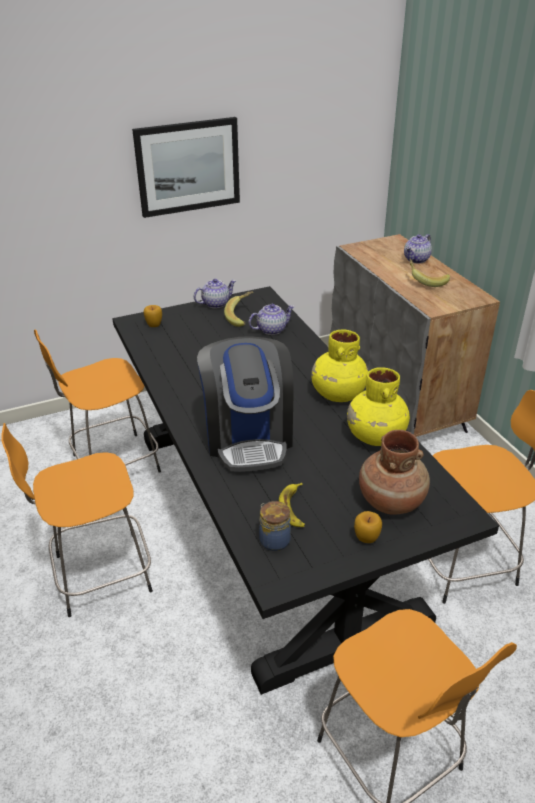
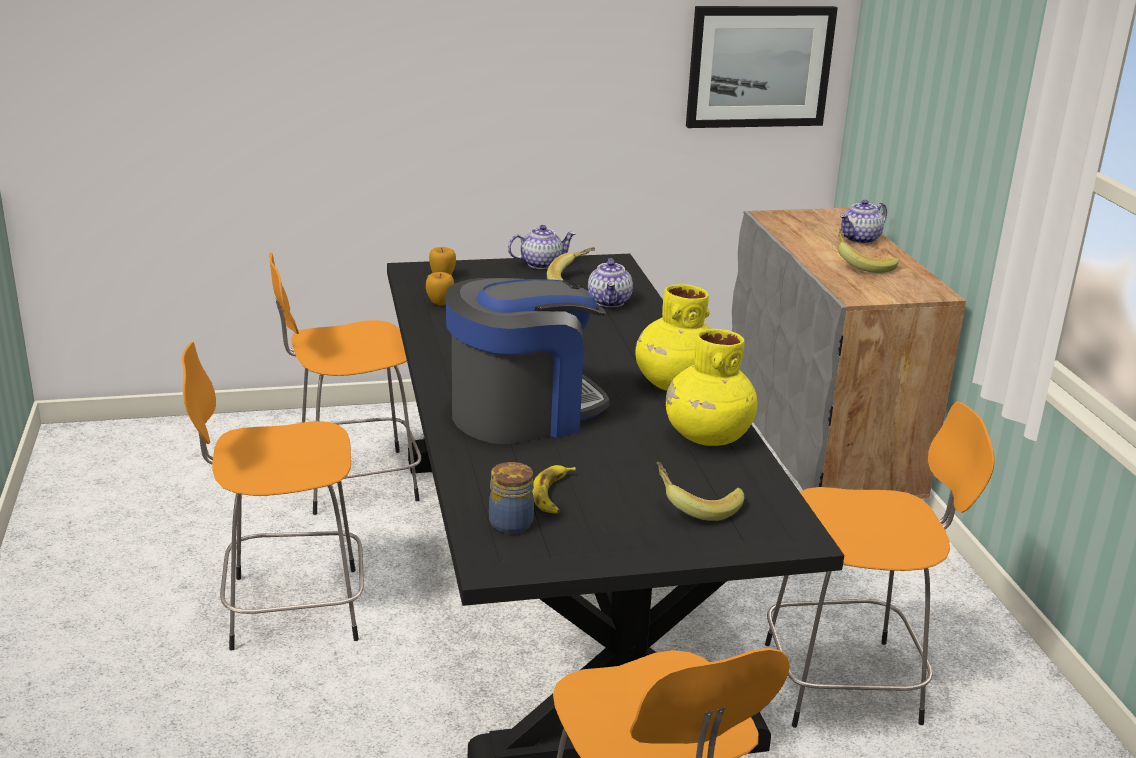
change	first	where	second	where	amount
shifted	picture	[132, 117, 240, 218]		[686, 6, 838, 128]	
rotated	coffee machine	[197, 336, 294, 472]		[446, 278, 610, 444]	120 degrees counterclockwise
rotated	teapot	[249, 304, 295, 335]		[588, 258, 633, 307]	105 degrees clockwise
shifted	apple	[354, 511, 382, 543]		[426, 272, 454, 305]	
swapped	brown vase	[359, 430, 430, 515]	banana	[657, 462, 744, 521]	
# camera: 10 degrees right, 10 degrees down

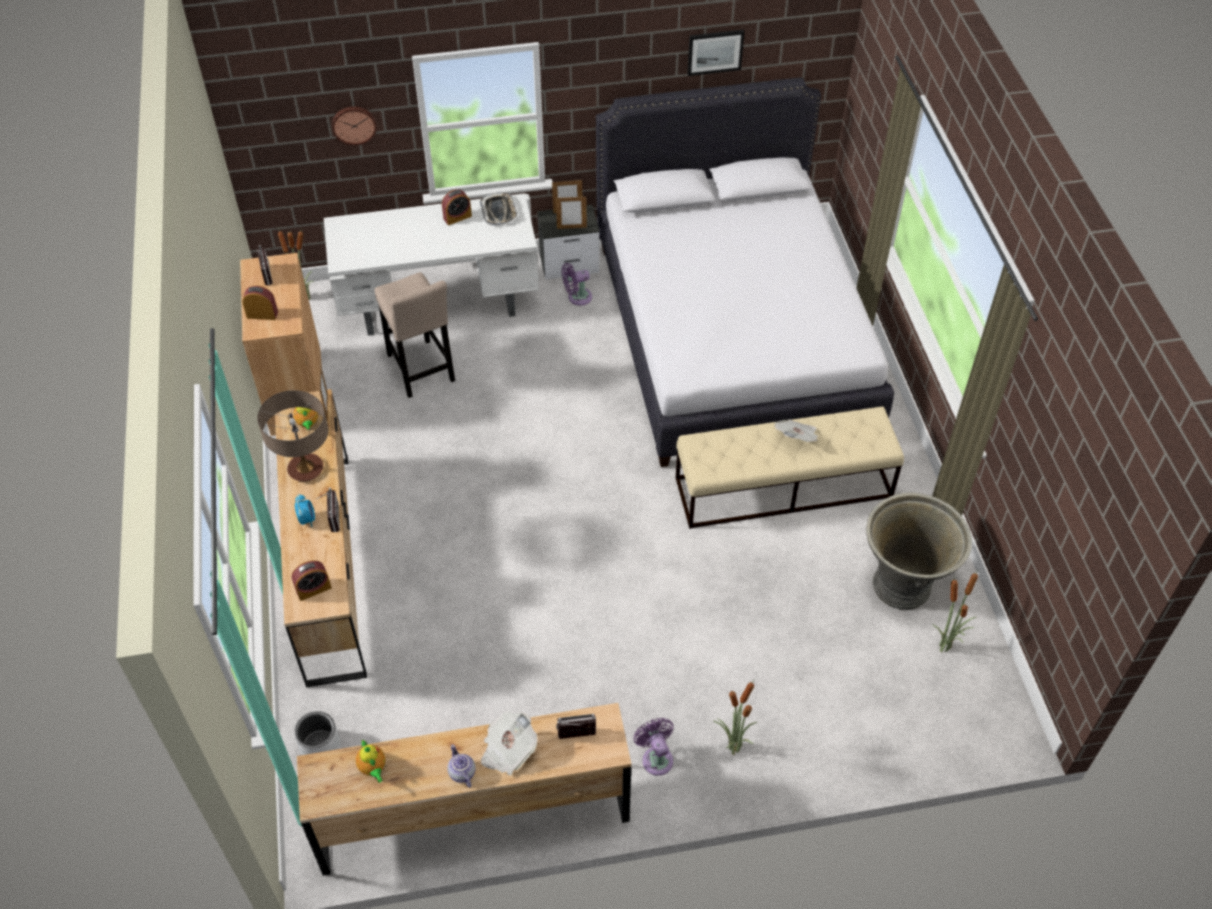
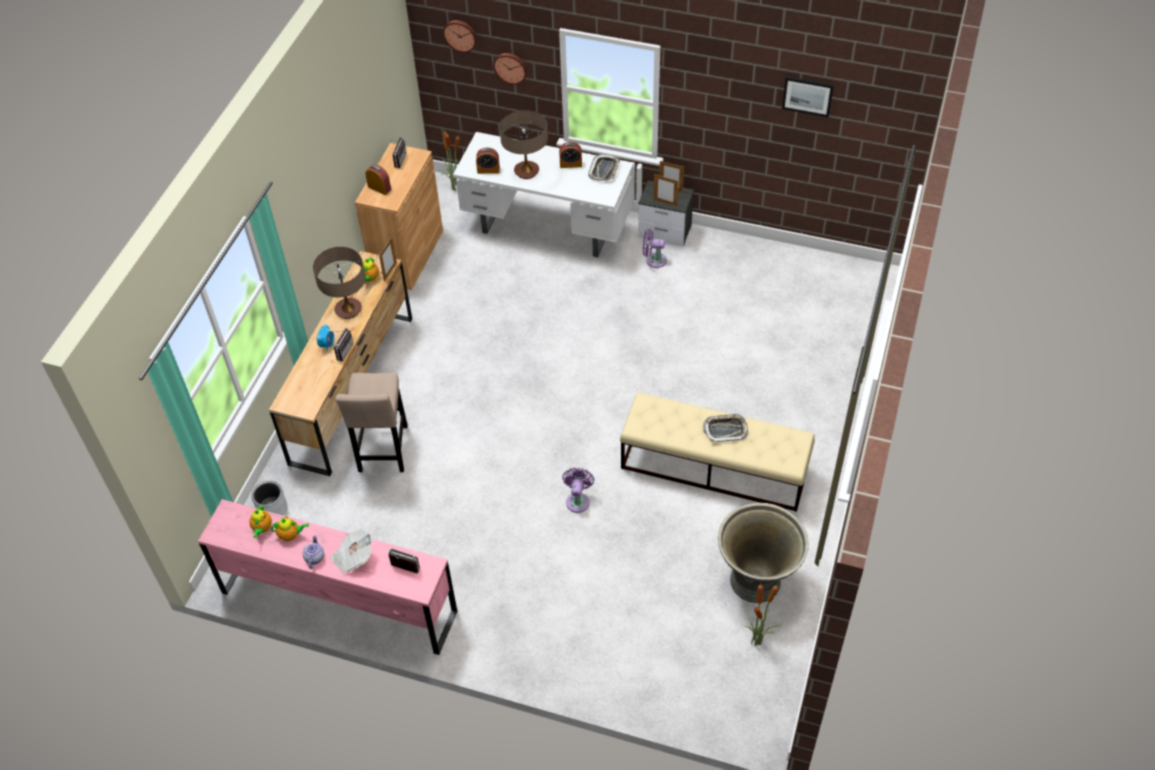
change	first	where	second	where	amount
shifted	alarm clock	[292, 560, 332, 601]		[476, 147, 500, 174]	
repainted	brown dresser	[297, 703, 631, 876]	pink dresser	[198, 499, 458, 655]	
shifted	beige stool	[375, 272, 455, 398]		[335, 373, 408, 472]	
gone	white bed	[596, 77, 894, 467]			
shifted	purple fan	[634, 718, 674, 776]		[562, 468, 594, 513]	
gone	potted plant	[713, 680, 757, 755]			
swapped	newspaper	[774, 419, 818, 442]	tray	[703, 414, 748, 442]	
new			teapot	[271, 517, 309, 541]	
new			wall clock	[443, 20, 477, 53]	
new			table lamp	[500, 111, 548, 179]	
# camera: 30 degrees right, 0 degrees up

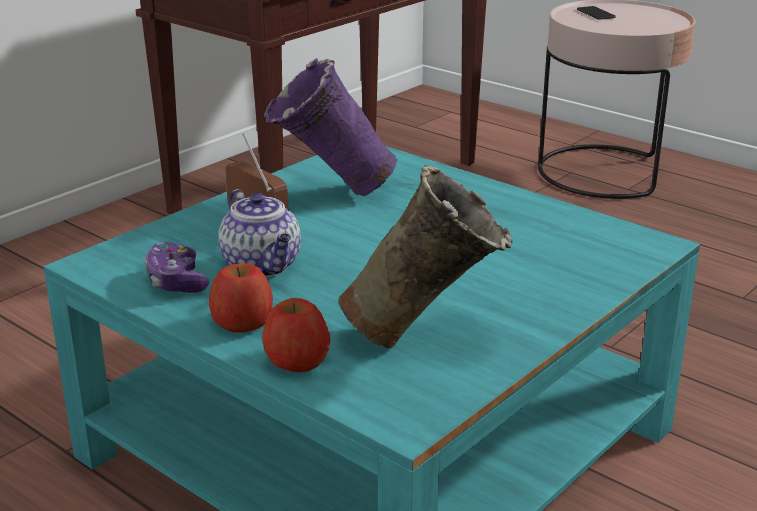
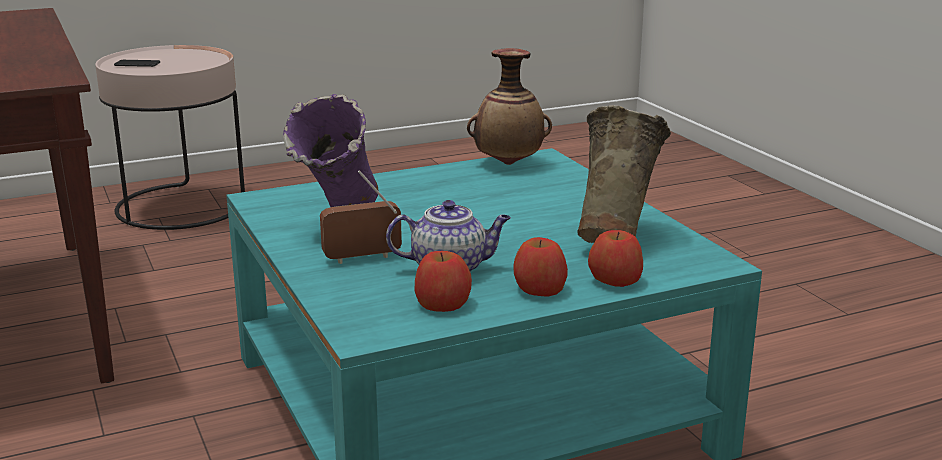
change	first	where	second	where	amount
swapped	game controller	[144, 242, 209, 293]	apple	[415, 251, 472, 312]	
new			vase	[467, 48, 552, 165]	
# camera: 65 degrees left, 5 degrees down

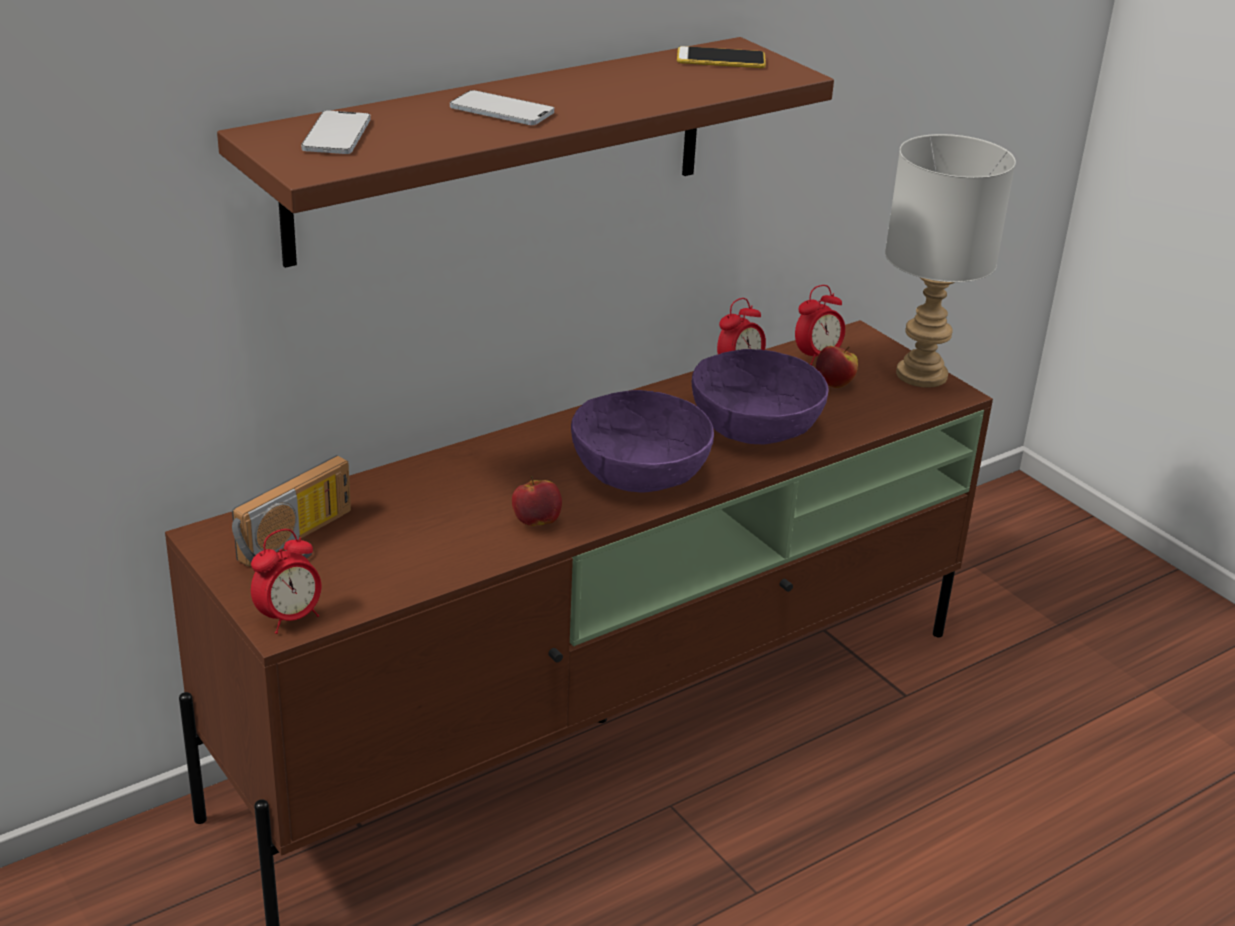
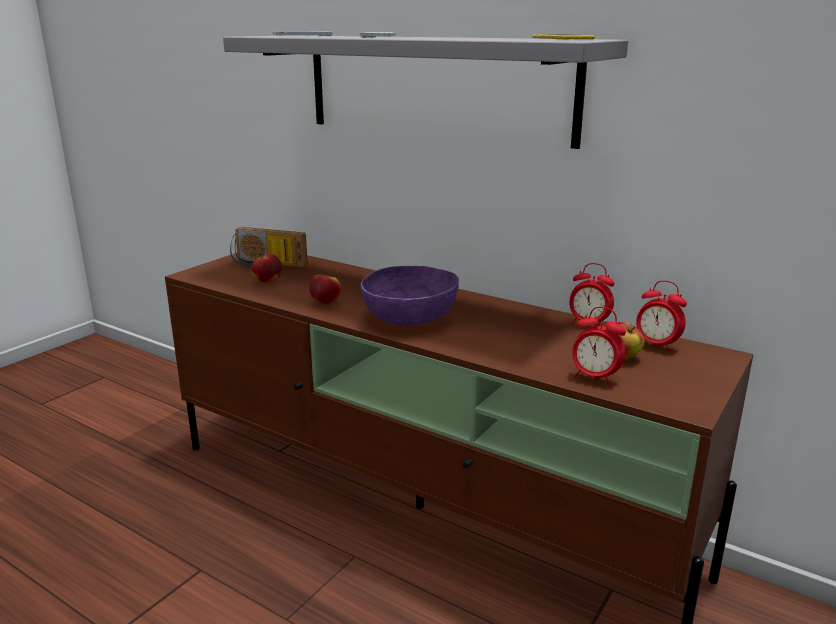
change	first	where	second	where	amount
repainted	brown shelf	[217, 37, 834, 268]	grey shelf	[223, 35, 628, 149]	
shifted	alarm clock	[251, 529, 321, 634]		[572, 307, 626, 386]	
gone	purple bowl	[692, 349, 828, 444]			
gone	grey table lamp	[885, 134, 1016, 388]			
new			apple	[251, 253, 282, 283]	
# camera: 70 degrees right, 10 degrees down

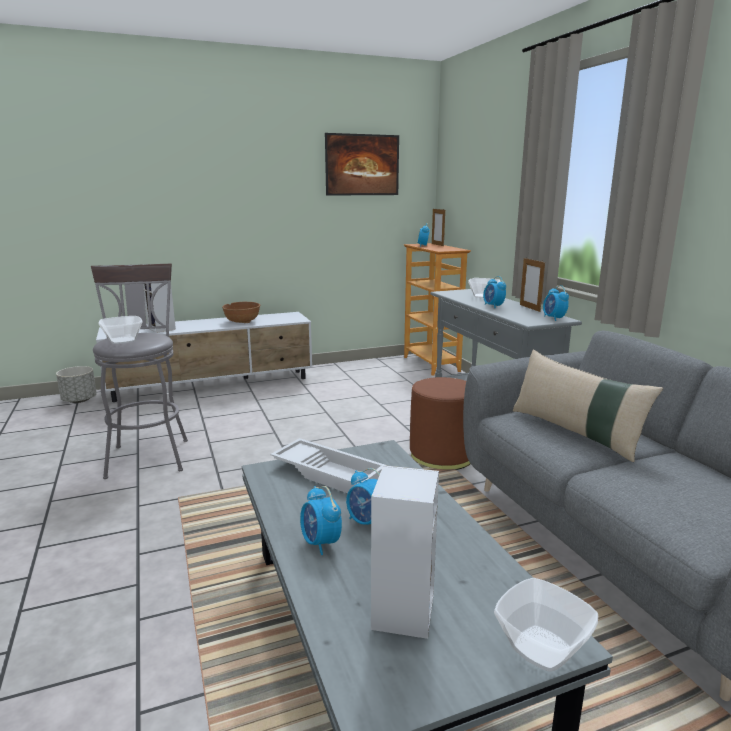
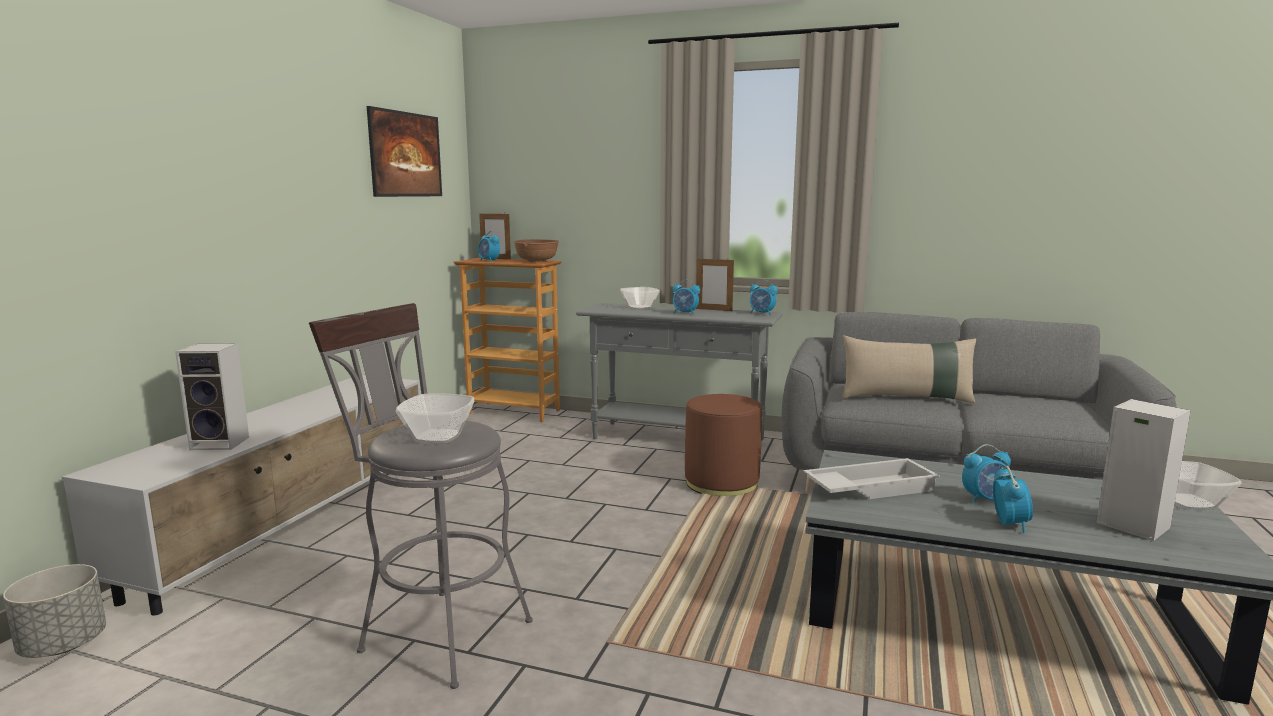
change	first	where	second	where	amount
shifted	brown bowl	[222, 302, 260, 323]		[514, 239, 559, 262]	
rotated	alarm clock	[300, 486, 342, 555]		[993, 466, 1033, 533]	90 degrees counterclockwise
# camera: 50 degrees left, 5 degrees down

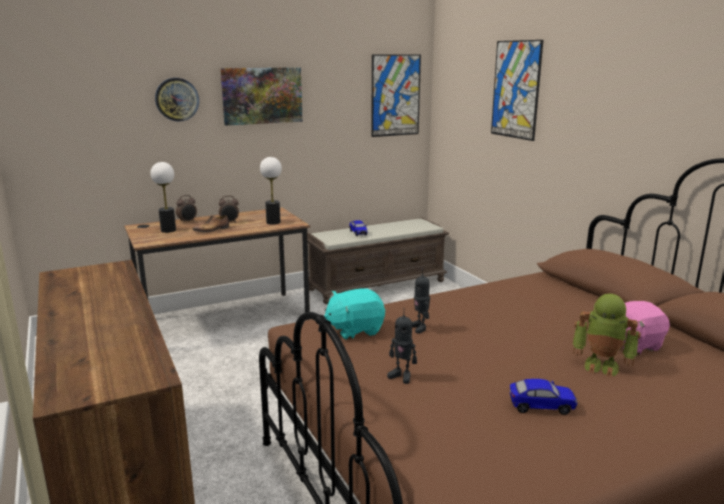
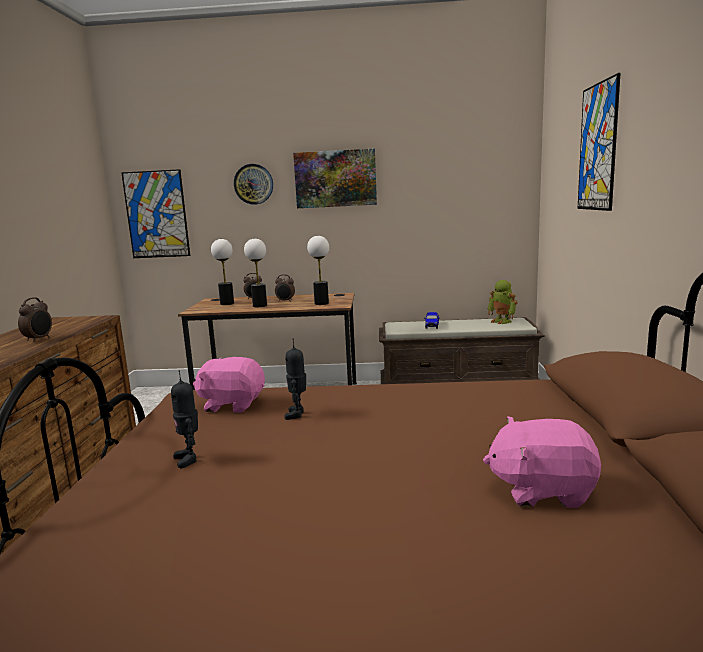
change	first	where	second	where	amount
swapped	shoe	[193, 215, 229, 232]	table lamp	[244, 239, 267, 307]	
repainted	turquoise plush toy	[324, 288, 385, 340]	pink plush toy	[193, 357, 265, 413]	
shifted	picture	[371, 55, 421, 137]		[121, 169, 190, 258]	
gone	toy car	[510, 379, 577, 415]			
shifted	toy robot	[573, 294, 641, 377]		[488, 280, 518, 324]	
new			alarm clock	[18, 297, 52, 342]	
# camera: 30 degrees right, 5 degrees down

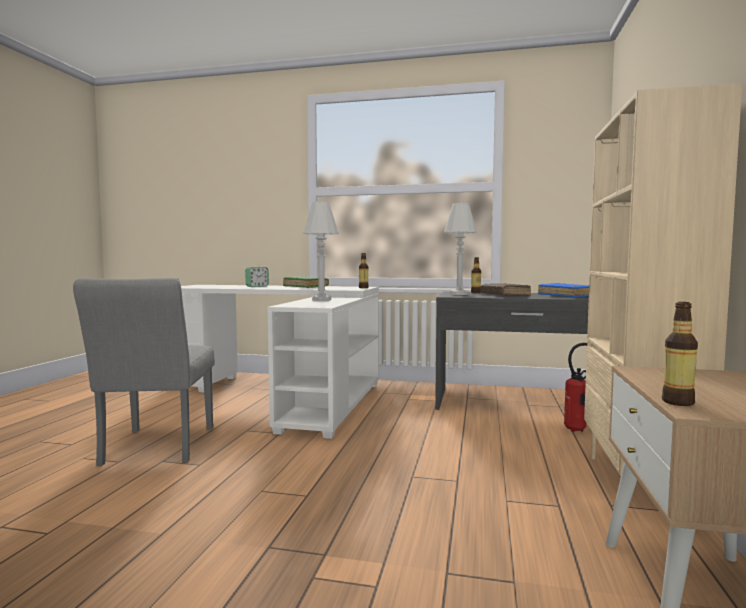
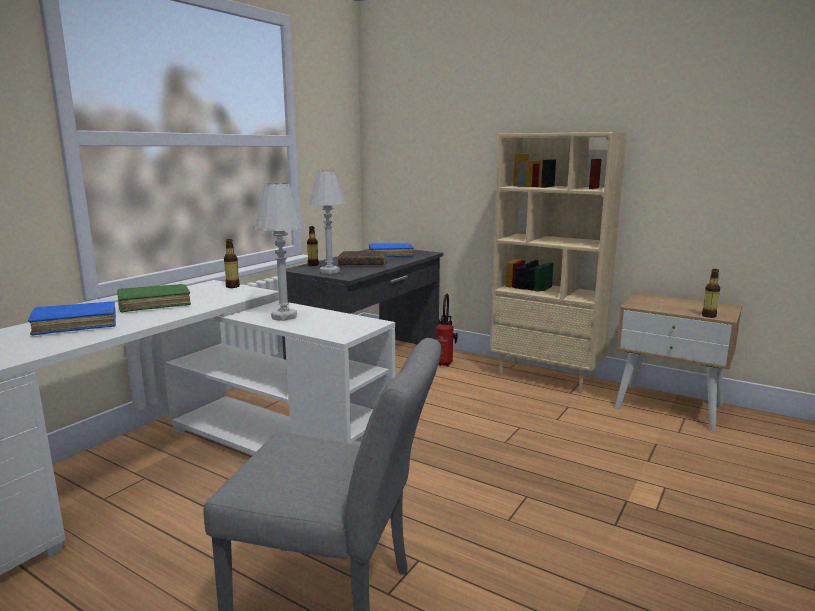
change	first	where	second	where	amount
swapped	alarm clock	[245, 267, 269, 287]	blue book	[28, 301, 116, 336]	
# camera: 70 degrees left, 10 degrees up

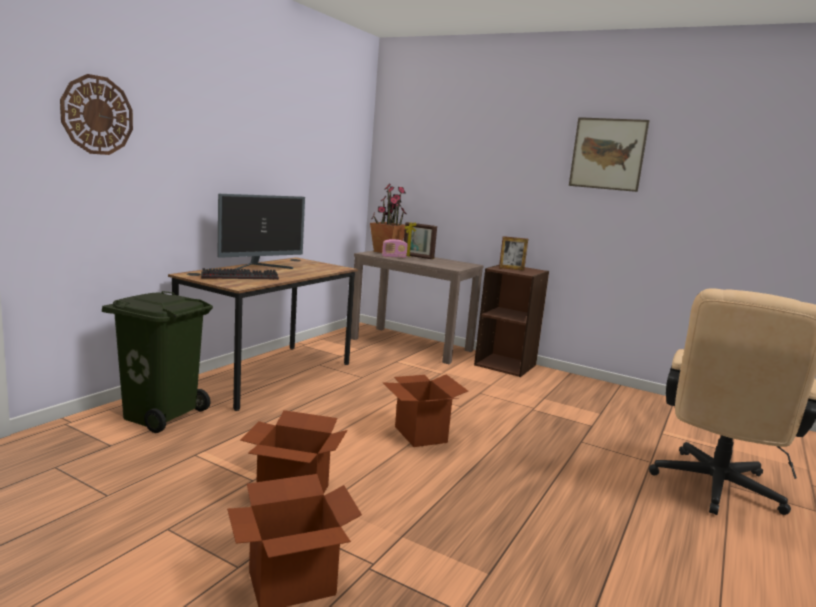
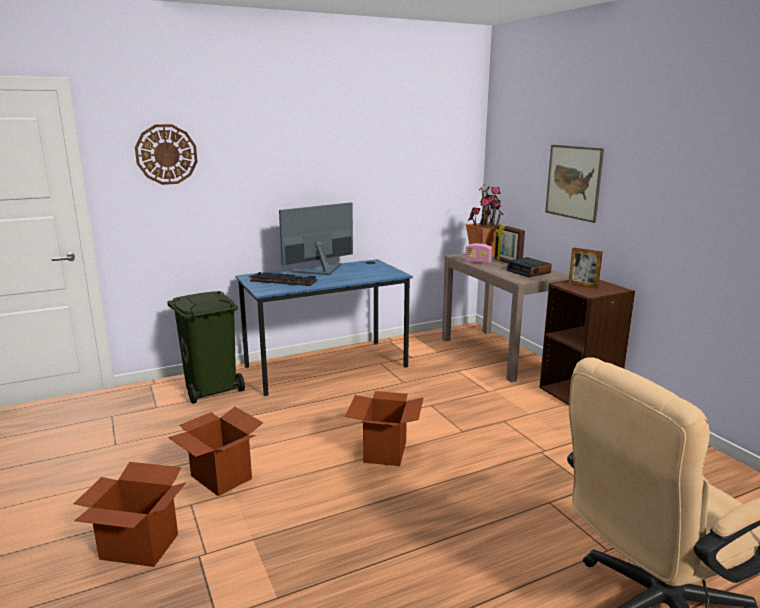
change	first	where	second	where	amount
repainted	brown desk	[168, 257, 358, 411]	blue desk	[235, 259, 413, 396]	
rotated	monitor	[217, 194, 305, 270]		[279, 202, 353, 275]	150 degrees clockwise
shifted	picture	[569, 117, 649, 192]		[545, 145, 604, 223]	
new			alarm clock	[507, 257, 552, 277]	
# camera: 35 degrees right, 5 degrees up

